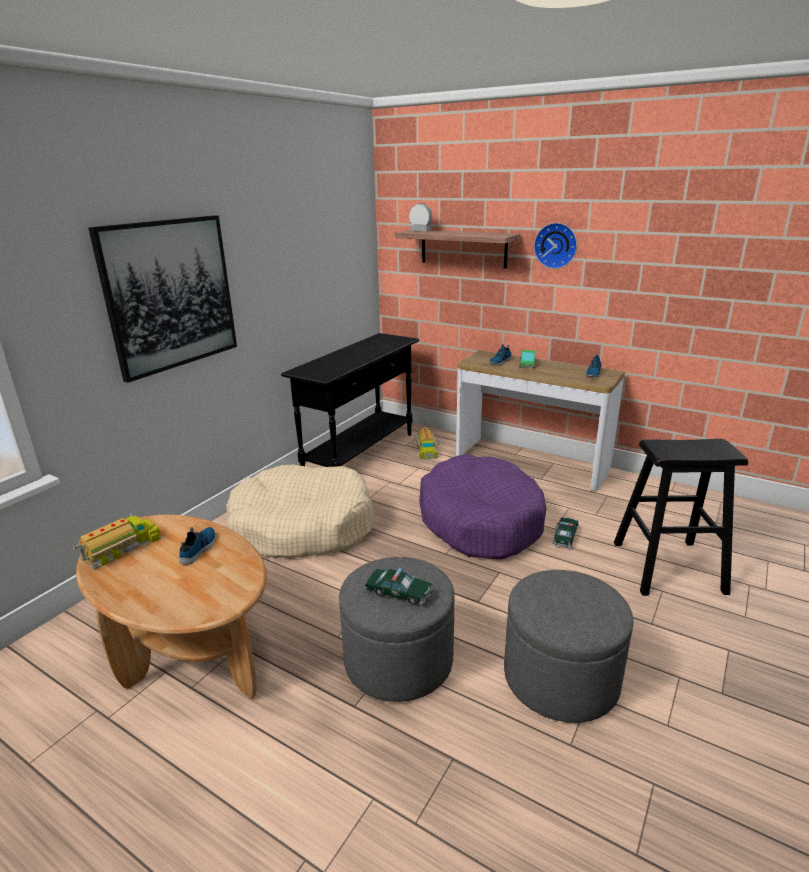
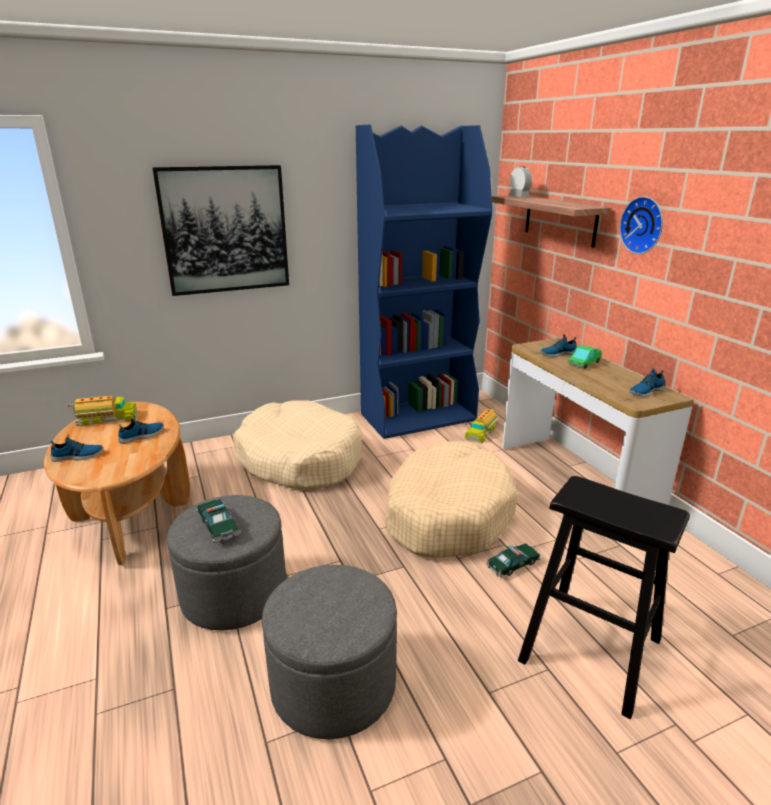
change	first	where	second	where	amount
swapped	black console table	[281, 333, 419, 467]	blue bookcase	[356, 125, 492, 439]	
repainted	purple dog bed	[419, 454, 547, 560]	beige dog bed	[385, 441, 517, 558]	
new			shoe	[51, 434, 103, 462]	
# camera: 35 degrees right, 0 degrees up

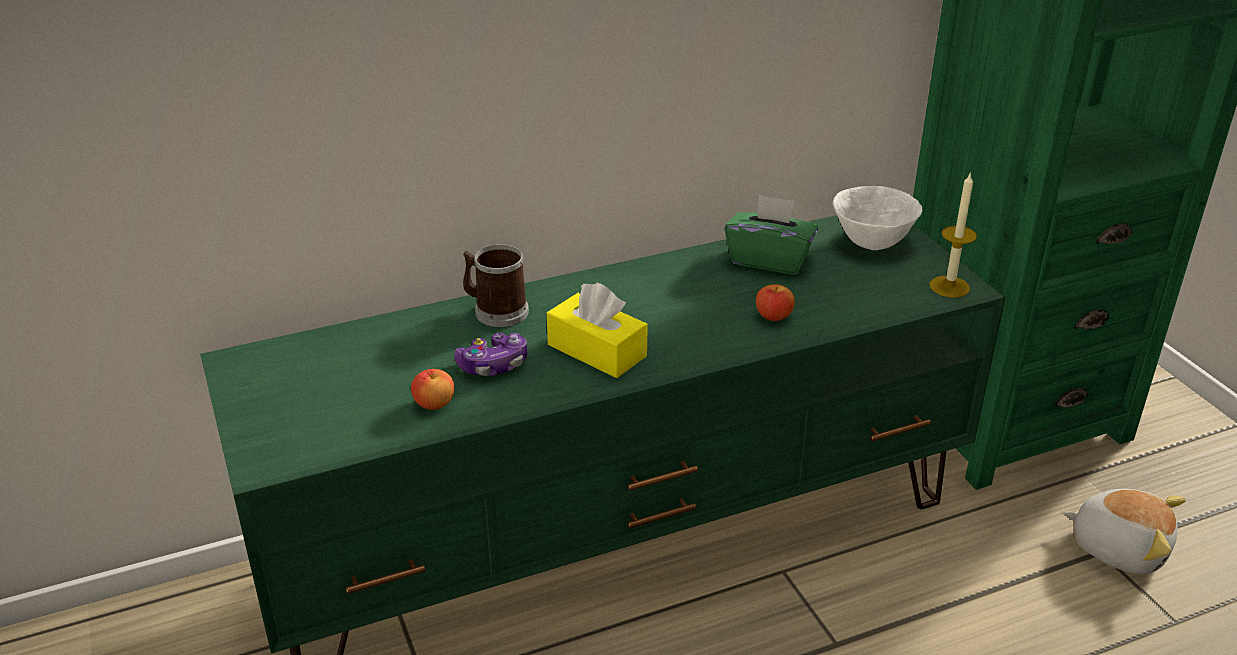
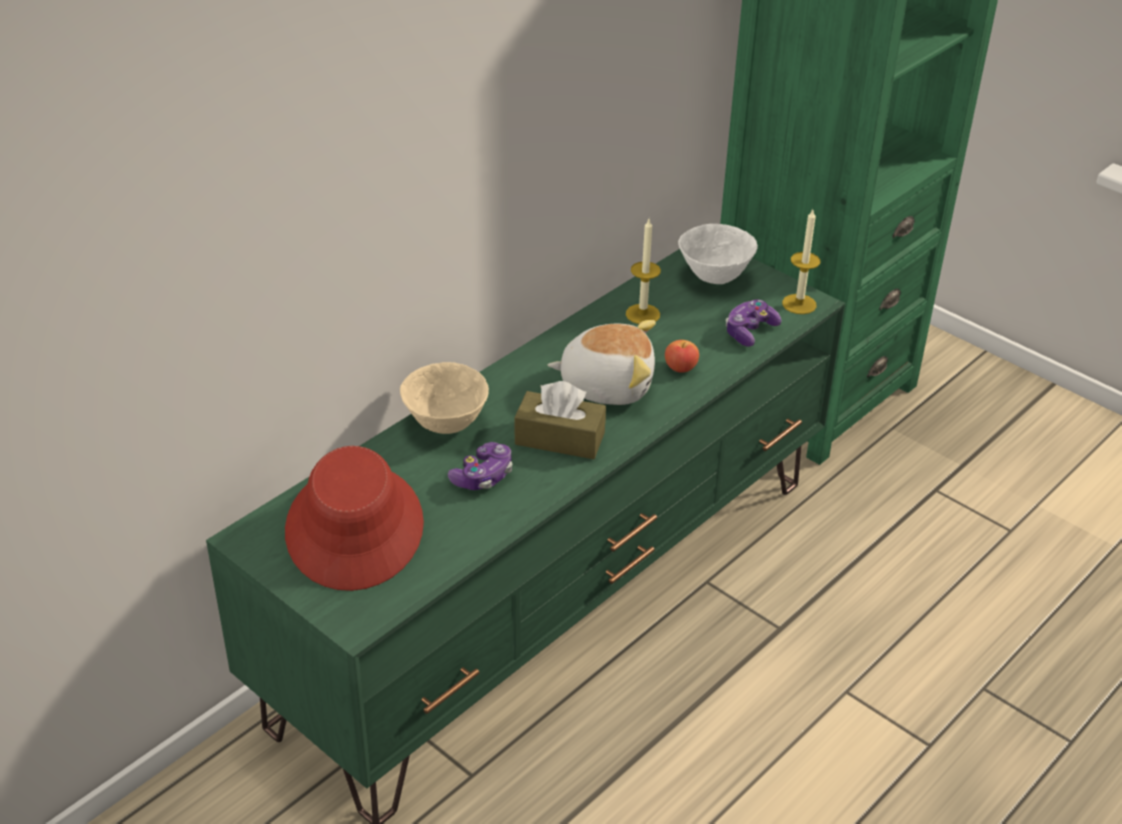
change	first	where	second	where	amount
gone	apple	[411, 369, 454, 410]			
swapped	mug	[463, 244, 529, 327]	beige bowl	[400, 362, 489, 434]	
repainted	yellow tissue box	[547, 282, 648, 378]	brown tissue box	[515, 381, 606, 459]	
swapped	green tissue box	[724, 194, 818, 275]	candle	[626, 219, 661, 324]	
shifted	plush toy	[1063, 489, 1186, 574]		[548, 320, 656, 405]	
new			red hat	[285, 446, 424, 591]	
new			game controller	[726, 300, 781, 347]	
# camera: 25 degrees left, 5 degrees up

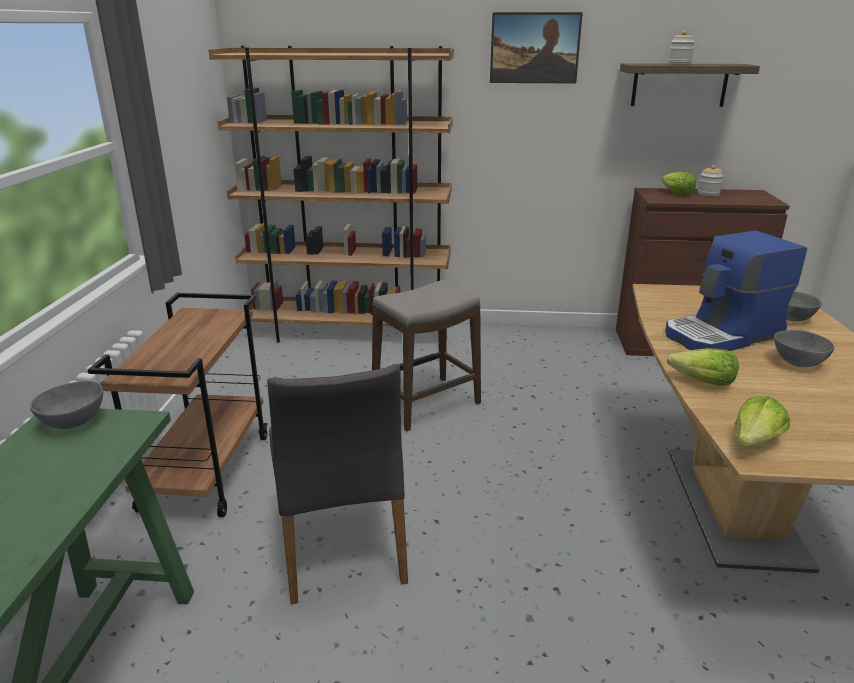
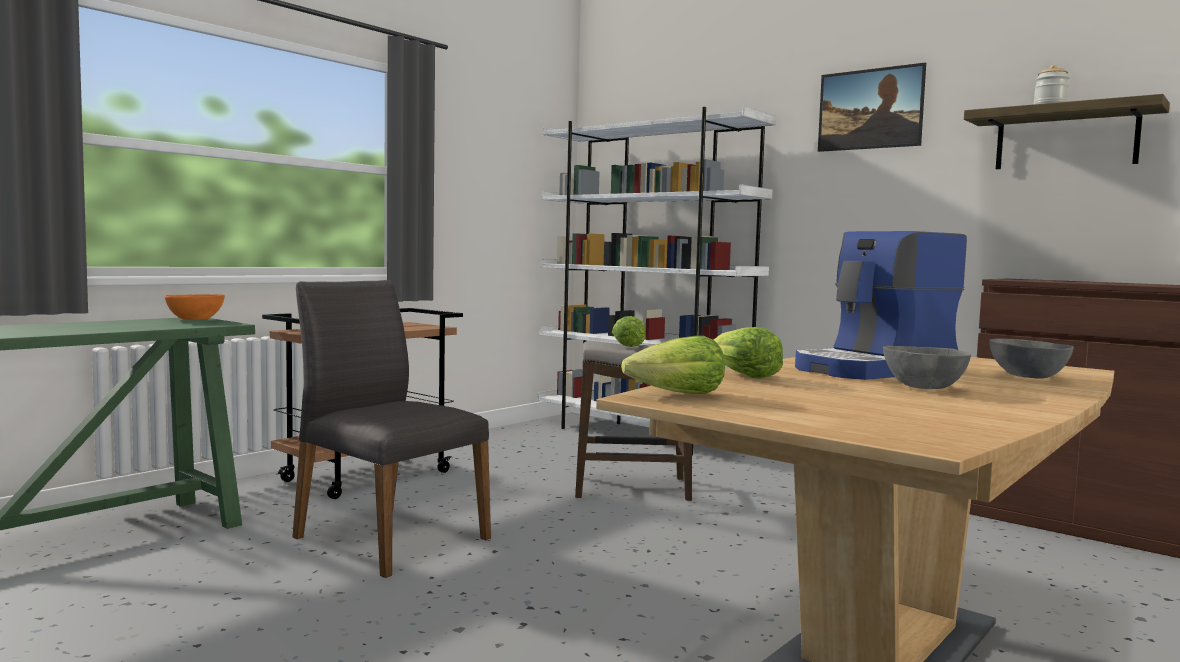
change	first	where	second	where	amount
repainted	grey bowl	[30, 381, 103, 429]	orange bowl	[164, 294, 225, 320]	
repainted	brown bookcase	[209, 46, 454, 342]	white bookcase	[538, 106, 776, 456]	
rotated	grey chair	[267, 364, 408, 604]		[292, 280, 491, 578]	105 degrees clockwise
shifted	lettuce	[661, 172, 696, 196]		[612, 316, 646, 347]	
rotated	coffee machine	[665, 231, 807, 351]		[795, 231, 967, 380]	45 degrees counterclockwise
gone	jar	[698, 165, 723, 196]			
# camera: 35 degrees right, 20 degrees down

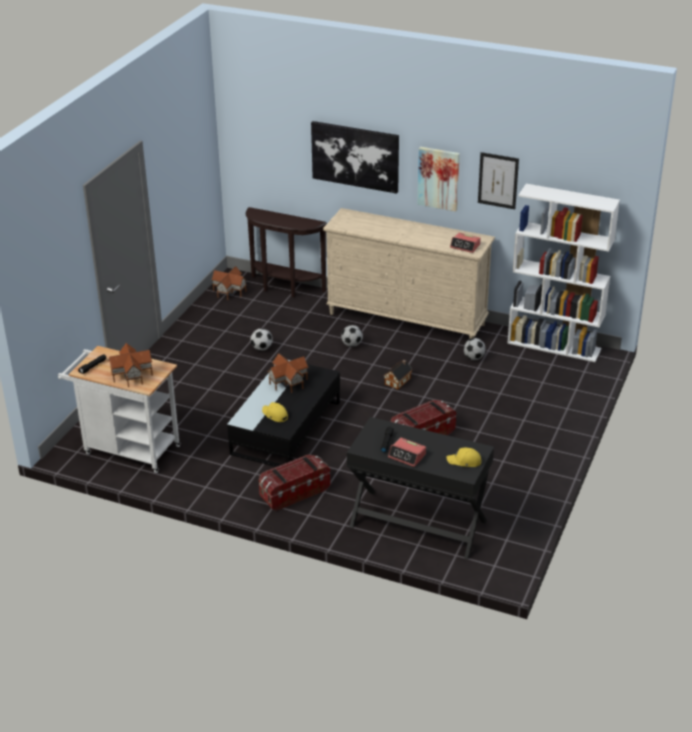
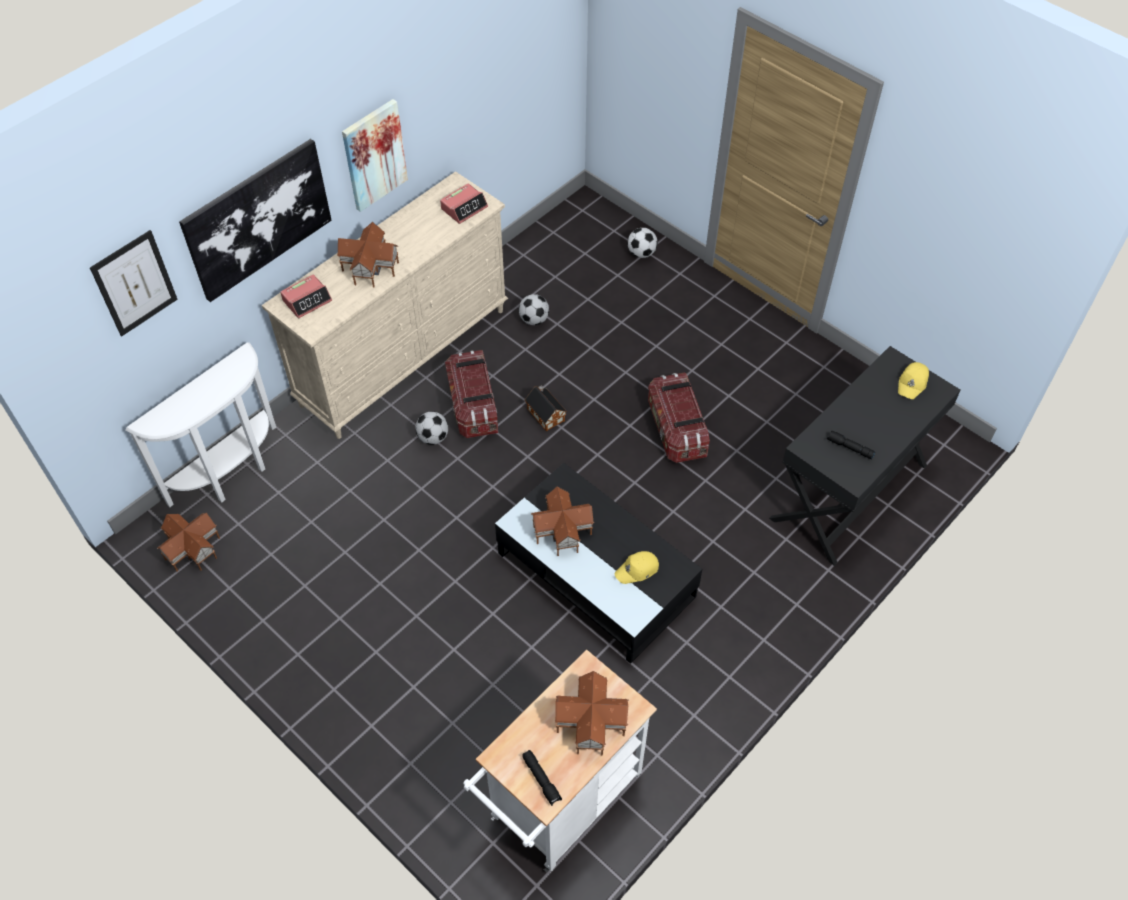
change	first	where	second	where	amount
repainted	brown console table	[246, 207, 327, 297]	white console table	[125, 342, 276, 507]	
shifted	football	[251, 328, 273, 351]		[628, 228, 658, 258]	
shifted	storage box	[259, 455, 331, 511]		[445, 350, 498, 438]	
shifted	alarm clock	[388, 437, 426, 467]		[280, 275, 332, 318]	
shifted	picture	[478, 152, 519, 209]		[90, 230, 178, 336]	
gone	white bookcase	[507, 184, 620, 362]			
new			toy house	[337, 222, 399, 287]	
# camera: 70 degrees left, 20 degrees up

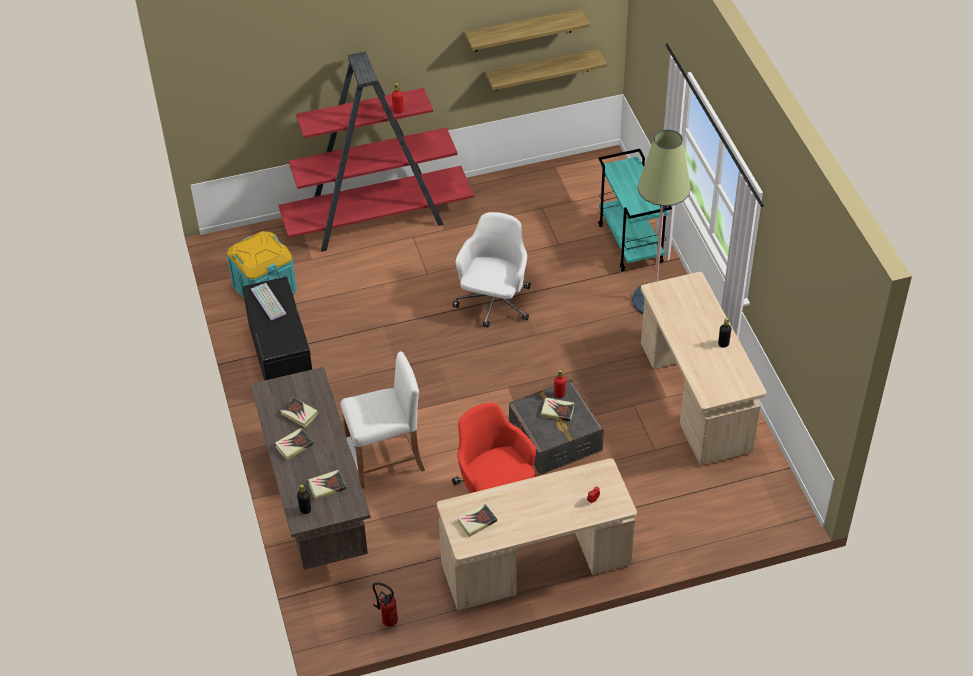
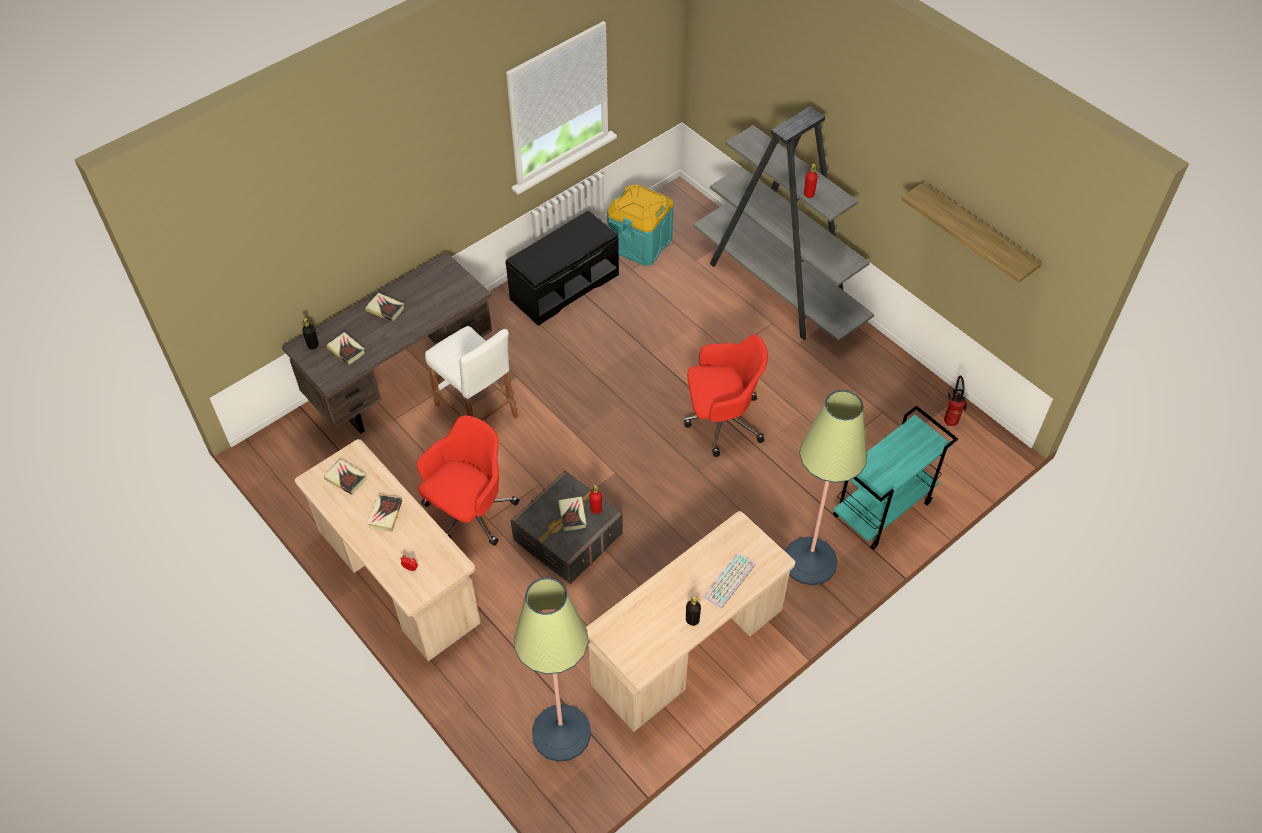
change	first	where	second	where	amount
shifted	keyboard	[251, 283, 286, 320]		[703, 553, 756, 609]	
repainted	red bookcase	[278, 51, 474, 252]	grey bookcase	[693, 107, 874, 342]	
shifted	book	[280, 397, 319, 427]		[367, 495, 402, 532]	
shifted	fire extinguisher	[372, 582, 398, 627]		[944, 375, 967, 426]	
repainted	white office chair	[453, 212, 531, 328]	red office chair	[684, 334, 768, 457]	
gone	shelf	[485, 48, 607, 91]			
new			floor lamp	[514, 577, 591, 762]	
# camera: 65 degrees right, 5 degrees up

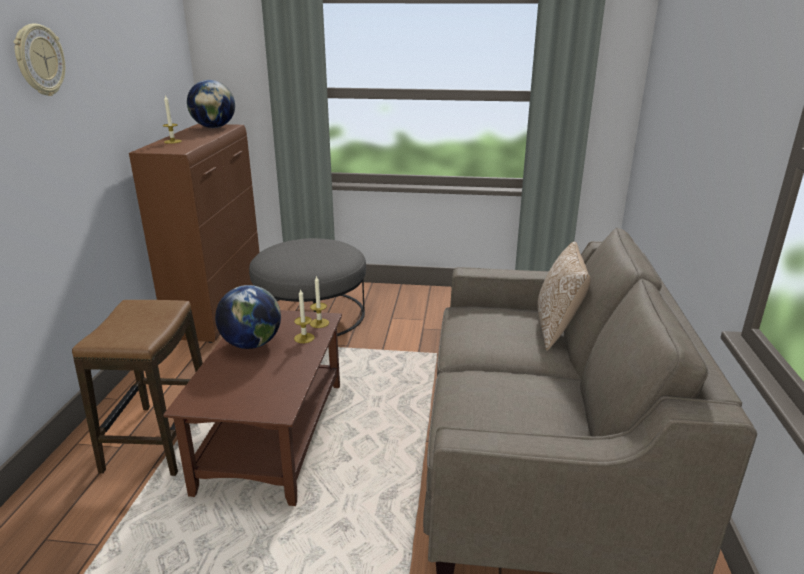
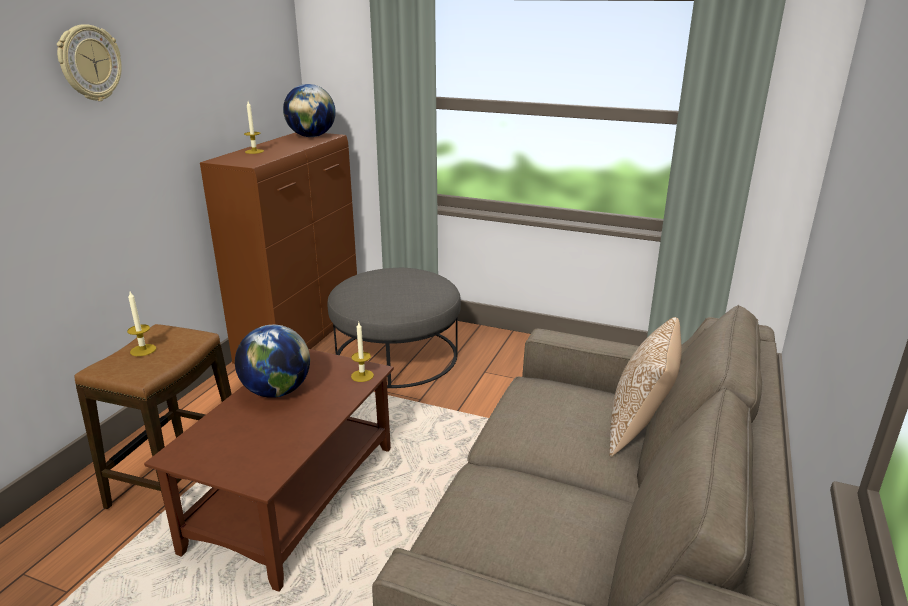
change	first	where	second	where	amount
shifted	candle	[294, 289, 315, 343]		[127, 292, 156, 356]	
# camera: 15 degrees right, 0 degrees up

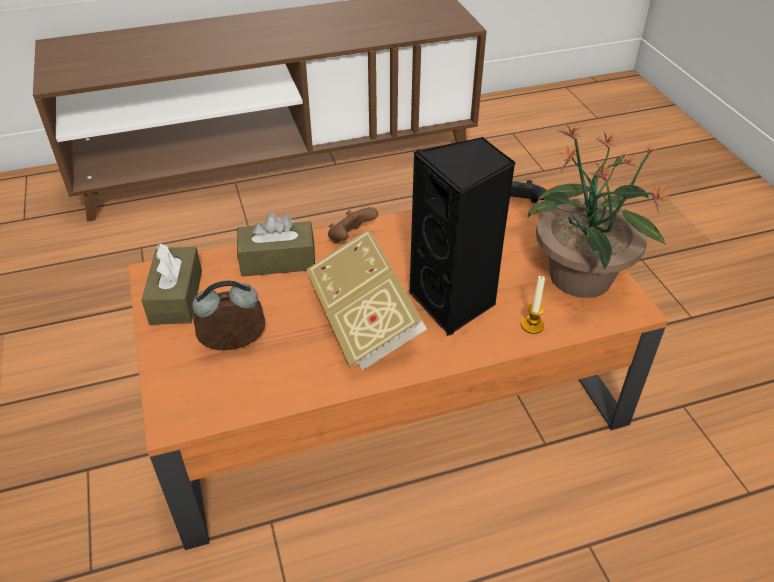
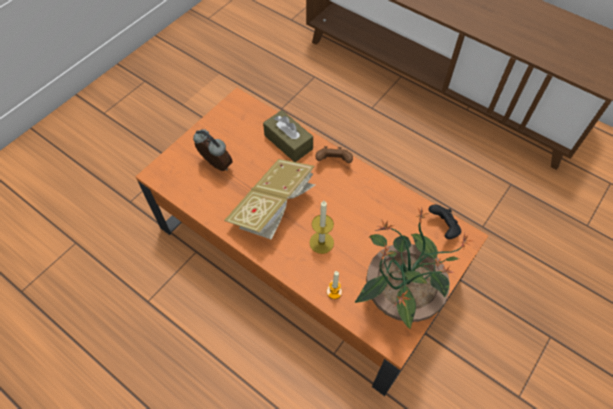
change	first	where	second	where	amount
gone	brown tissue box	[142, 243, 202, 325]			
swapped	black speaker	[409, 137, 515, 336]	candle	[309, 201, 334, 254]	
# camera: 55 degrees right, 15 degrees up

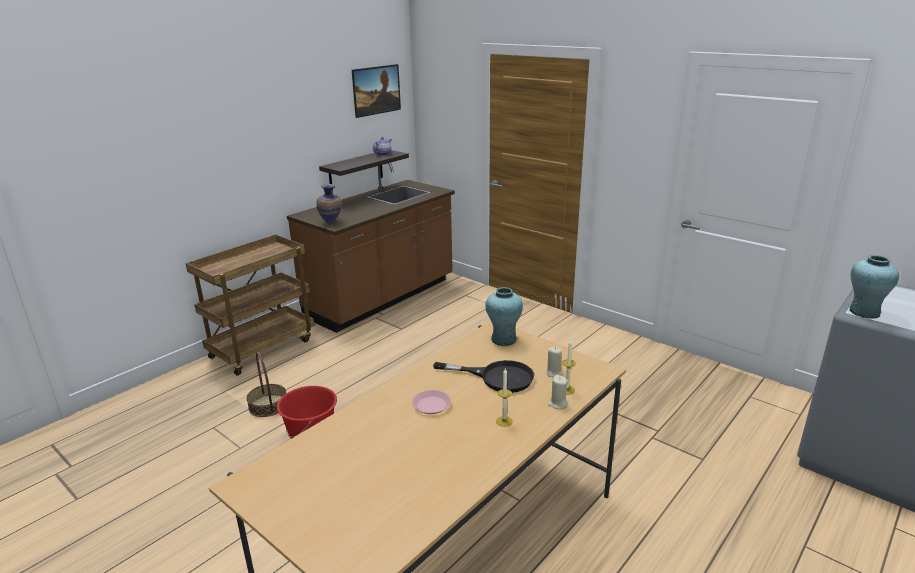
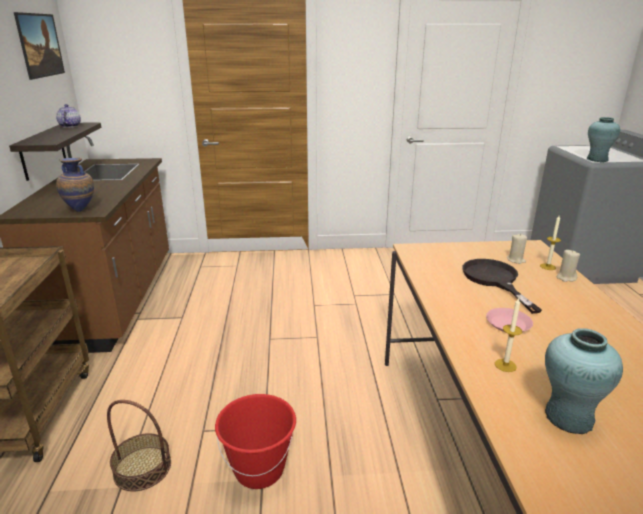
change	first	where	second	where	amount
rotated	black frying pan	[433, 360, 534, 393]		[463, 259, 542, 314]	75 degrees counterclockwise
shifted	turquoise vase	[486, 287, 523, 346]		[545, 328, 623, 434]	
shifted	candle	[496, 369, 513, 427]		[495, 298, 522, 372]	
# camera: 45 degrees left, 0 degrees up

